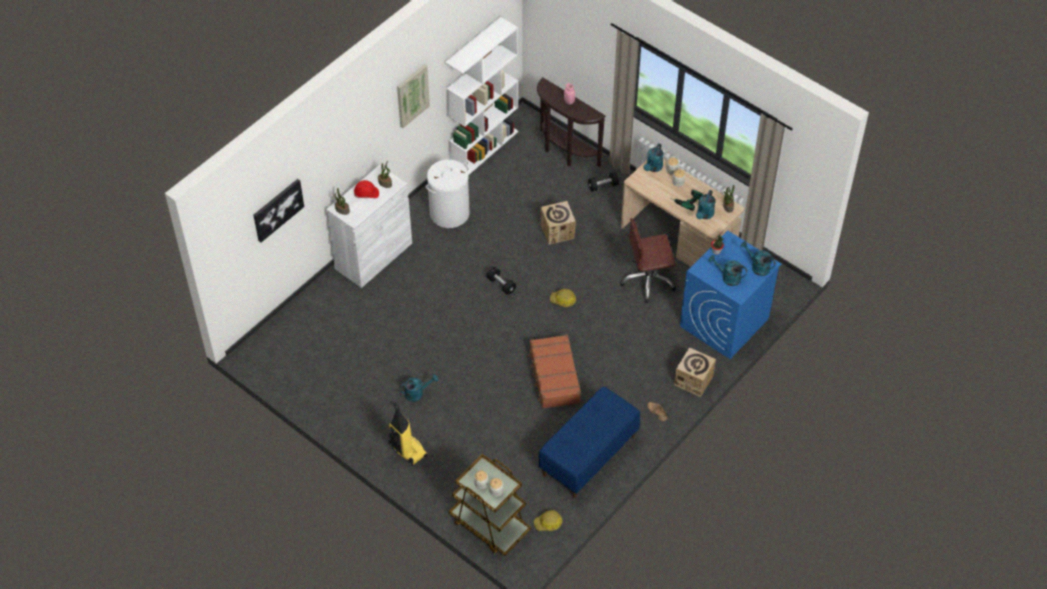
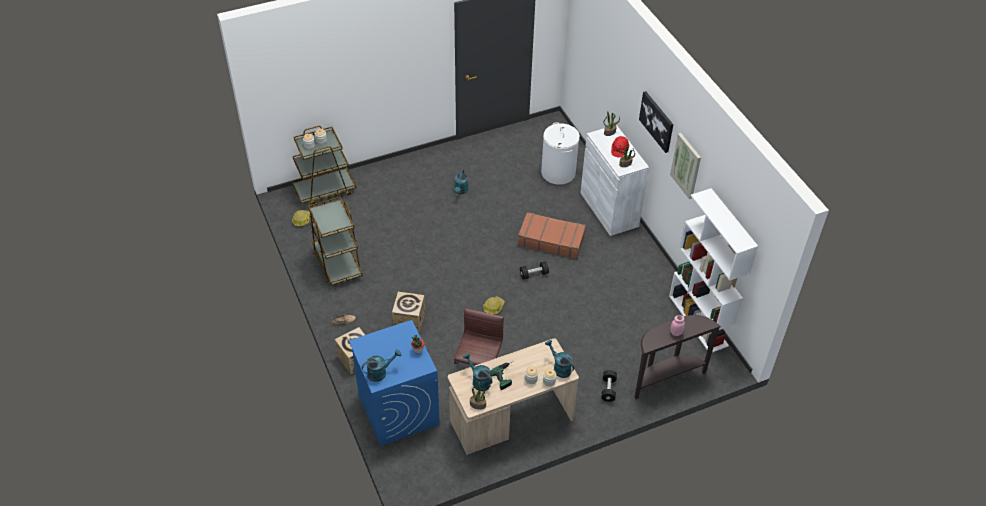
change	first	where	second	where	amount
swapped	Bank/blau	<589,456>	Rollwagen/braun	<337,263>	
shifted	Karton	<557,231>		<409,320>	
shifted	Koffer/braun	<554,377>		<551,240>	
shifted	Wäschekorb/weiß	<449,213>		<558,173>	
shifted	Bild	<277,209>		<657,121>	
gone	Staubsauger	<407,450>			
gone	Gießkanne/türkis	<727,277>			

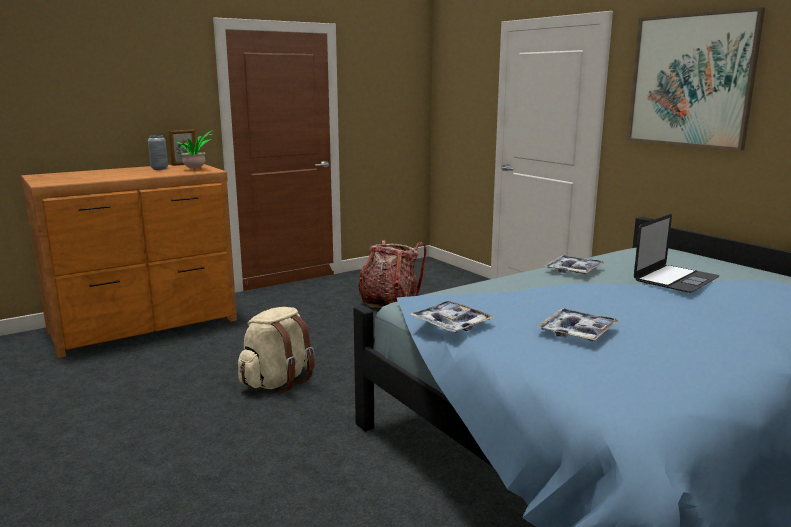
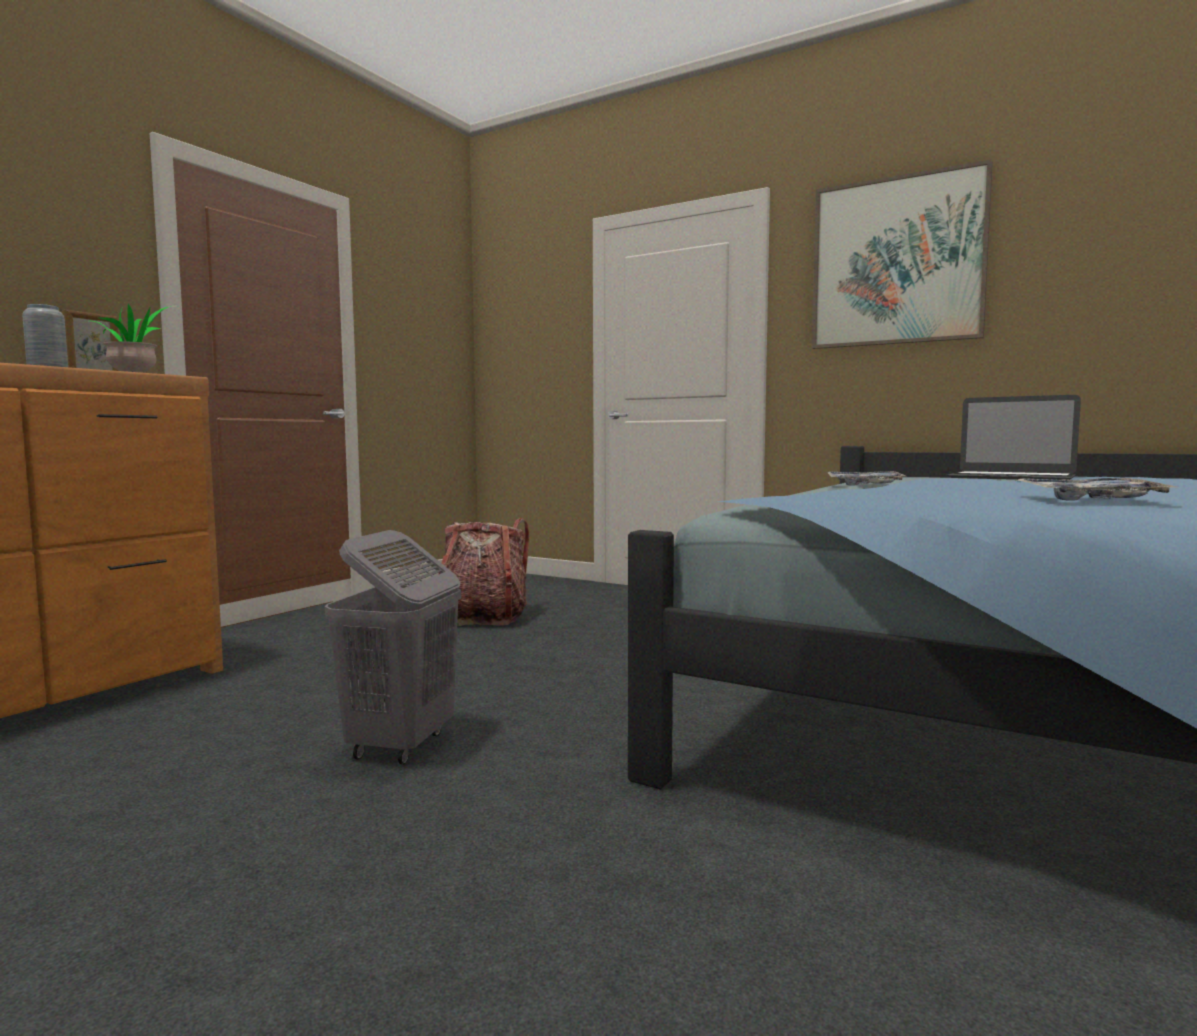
change	first	where	second	where	amount
swapped	Rucksack/beige	<278,382>	Wäschekorb/grau	<400,745>	
rotated	Laptop	<675,278>		<1011,477>	105 degrees clockwise
gone	Tablett	<451,324>			

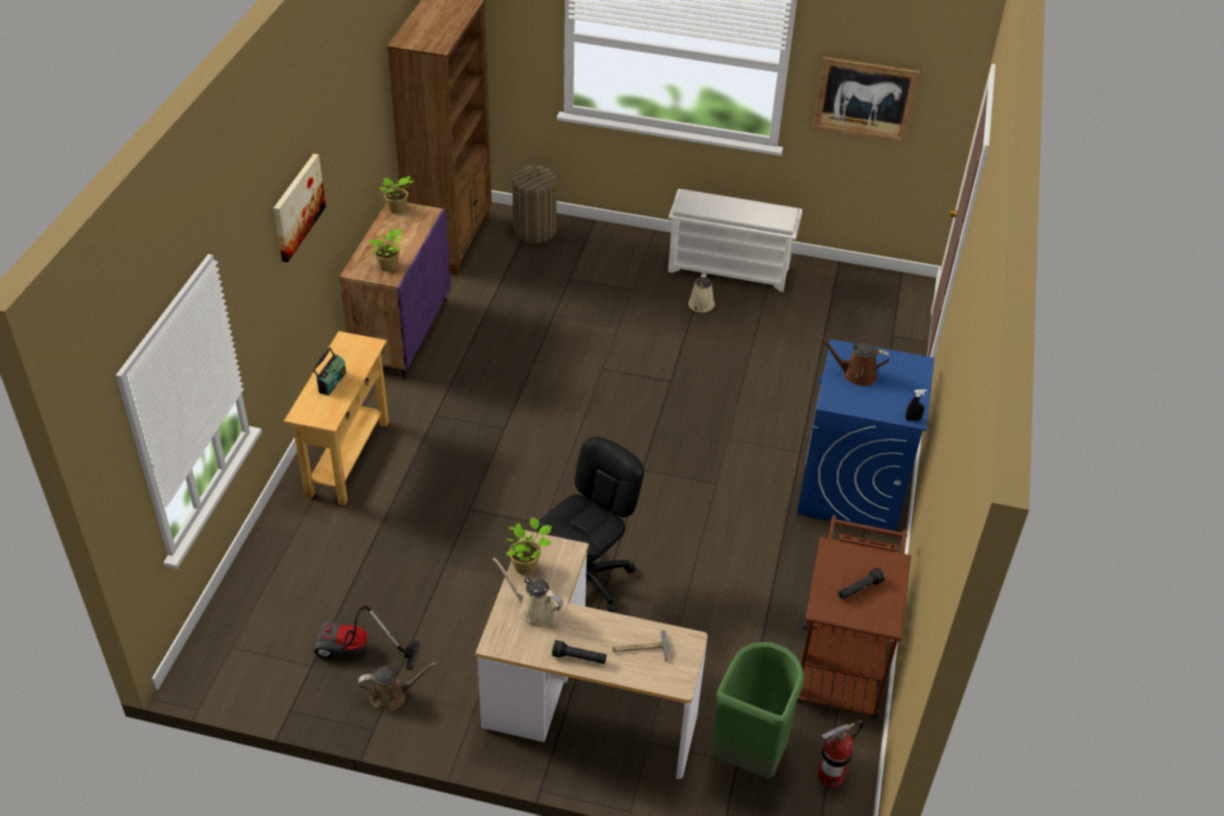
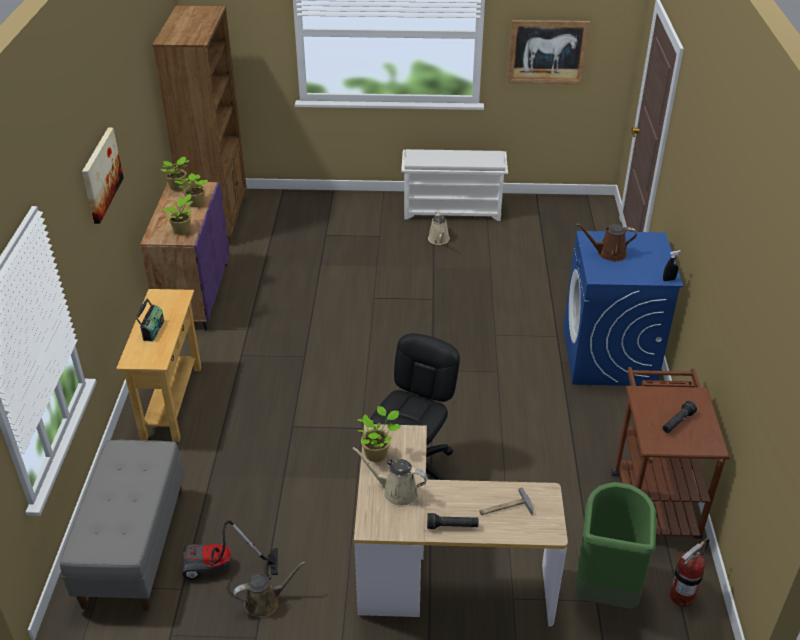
change	first	where	second	where	amount
new			Bank/grau	<133,545>	
new			Topfpflanze	<195,204>	
gone	Wäschekorb	<534,231>			

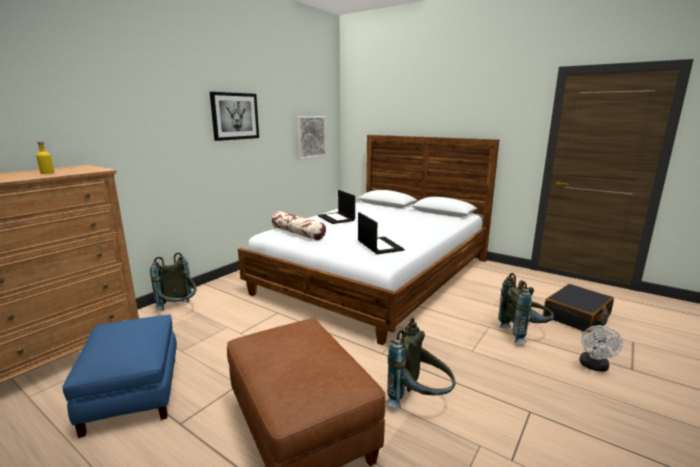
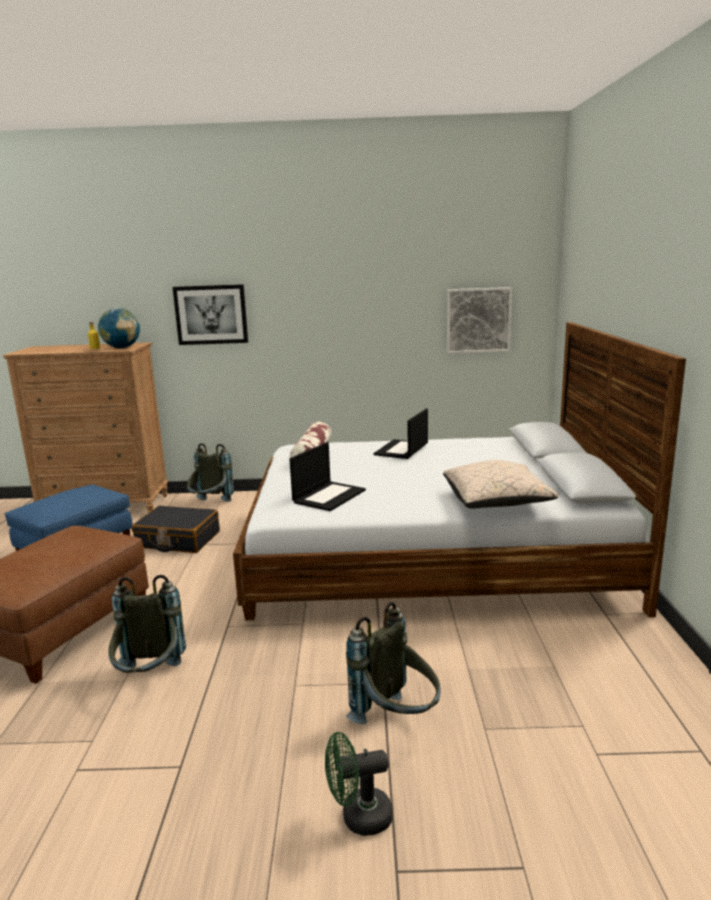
change	first	where	second	where	amount
new			Globus	<122,347>	
shifted	Koffer/schwarz	<577,316>		<178,540>	
shifted	Bild	<235,116>		<211,314>	
repainted	Ventilator/weiß	<594,367>	Ventilator/grün	<358,817>	
new			Kissen/beige	<496,501>	

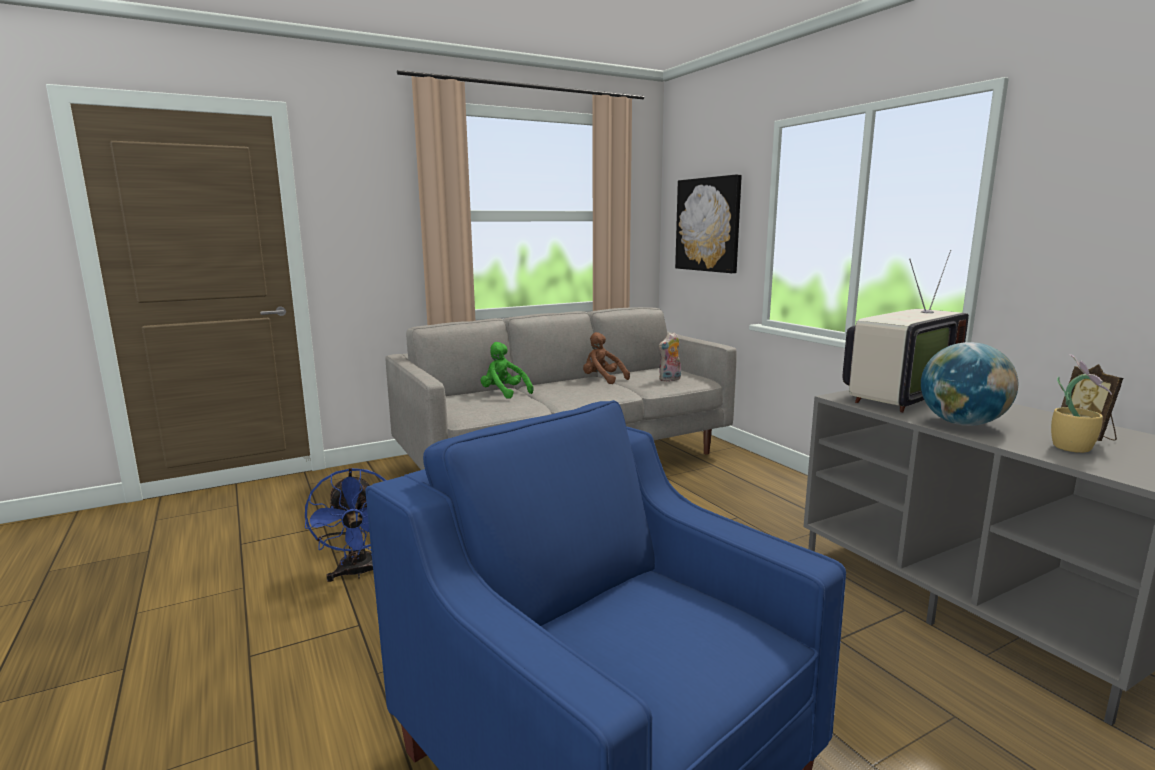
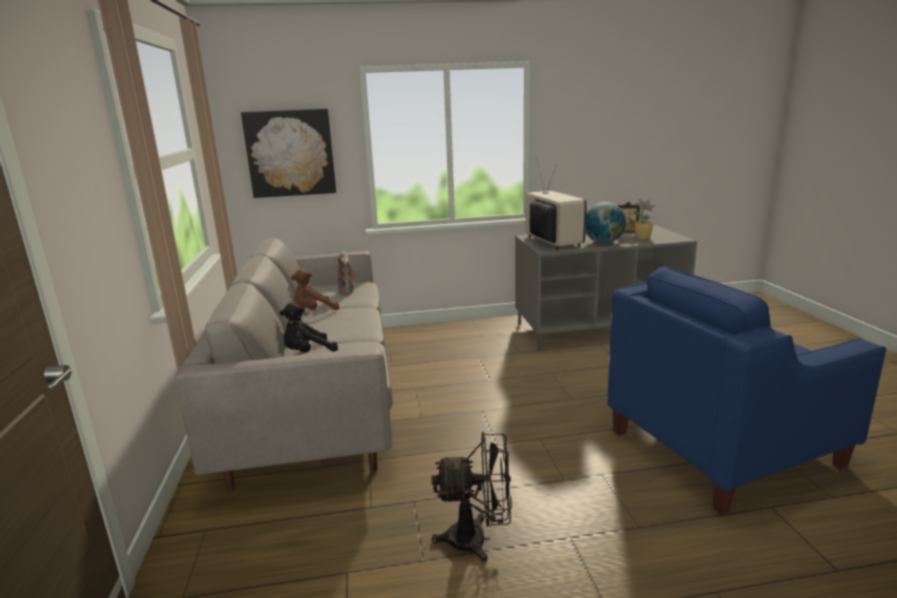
change	first	where	second	where	amount
repainted	Plüschtier/grün	<504,393>	Plüschtier/schwarz	<308,353>	
repainted	Ventilator/blau	<358,573>	Ventilator/schwarz	<478,539>	

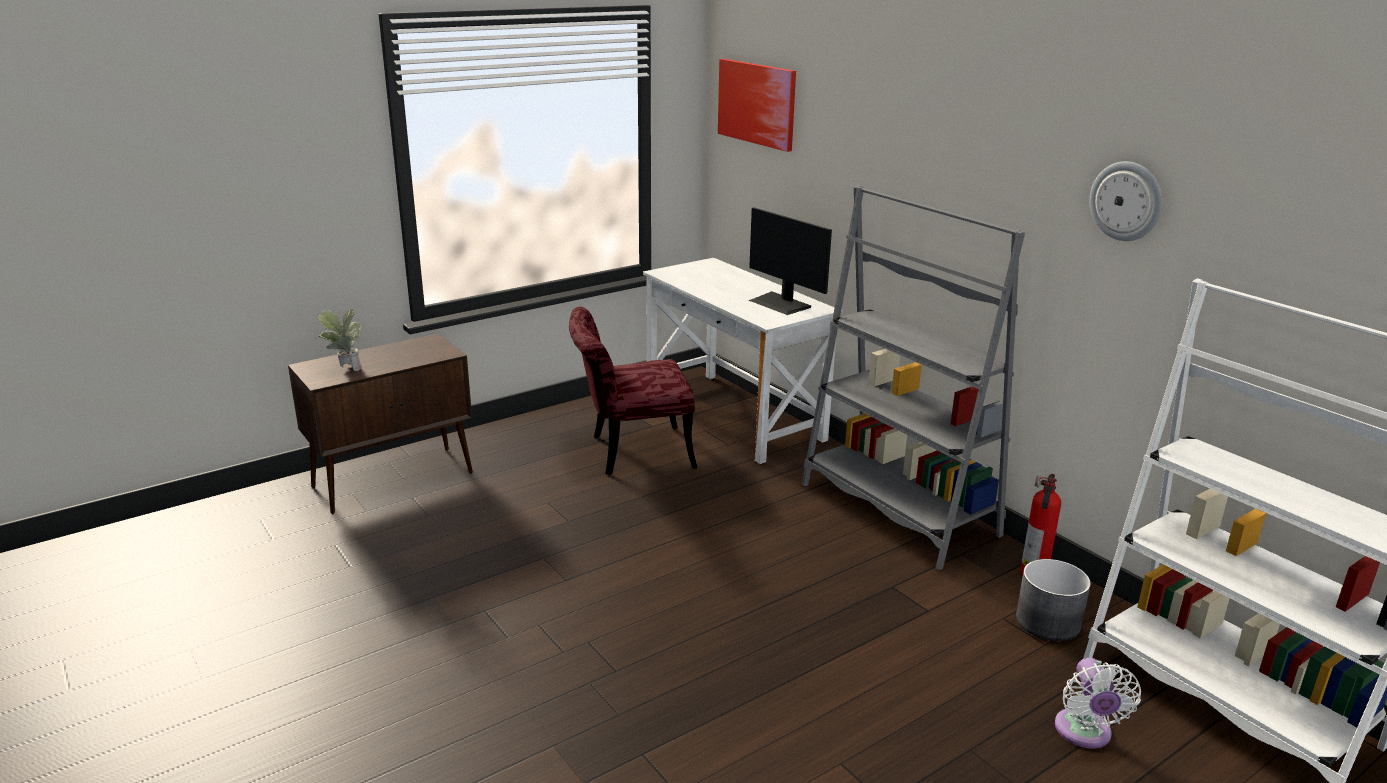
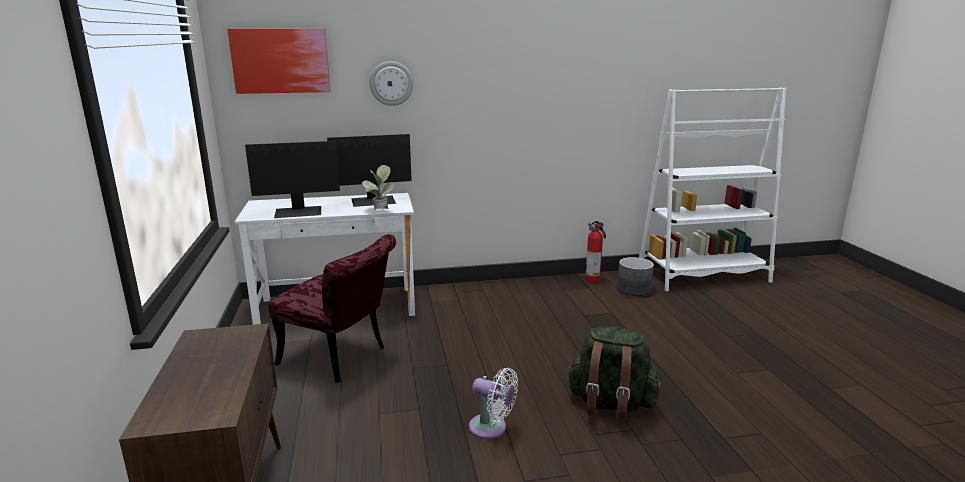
change	first	where	second	where	amount
new			Monitor	<298,212>	
rotated	Stuhl/rot	<630,452>		<341,358>	75 degrees counterclockwise
shifted	Topfpflanze	<345,369>		<379,211>	
shifted	Wanduhr	<1126,201>		<391,83>	
shifted	Ventilator/weiß	<1084,733>		<491,428>	
new			Rucksack/grün	<610,404>	
gone	Bücherregal/grau	<898,510>			

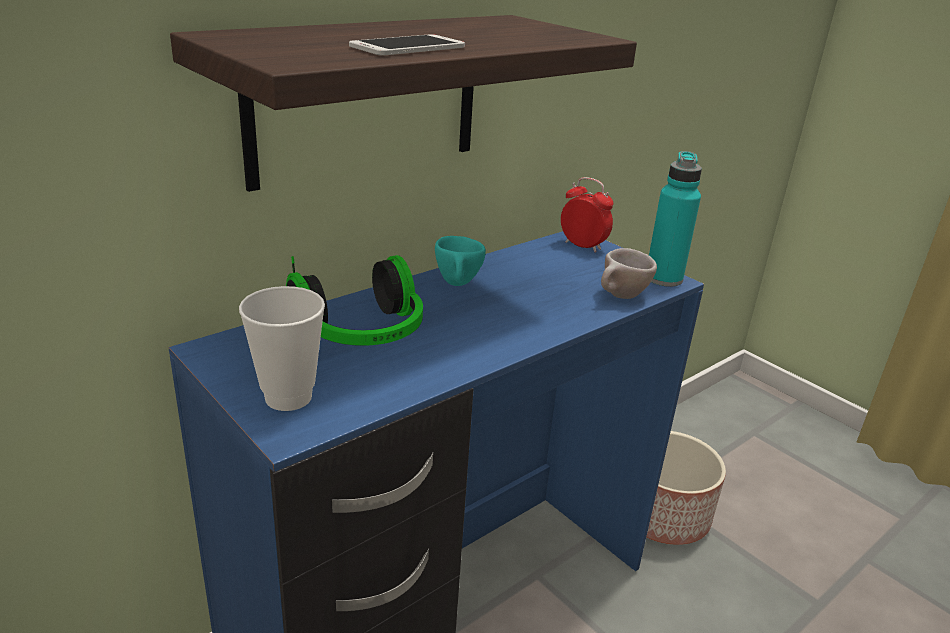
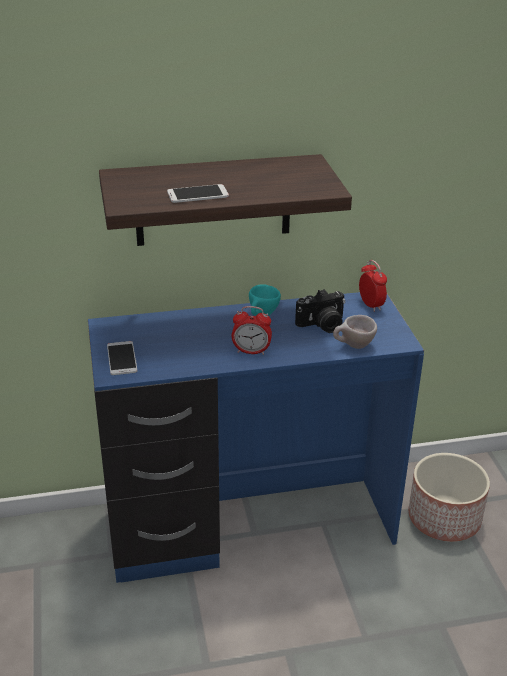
change	first	where	second	where	amount
swapped	Tasse	<288,397>	Handy	<122,358>	
new			Wecker	<251,351>	
new			Kamera	<322,325>	
gone	Kopfhörer	<362,336>			
gone	Flasche/türkis	<663,278>			

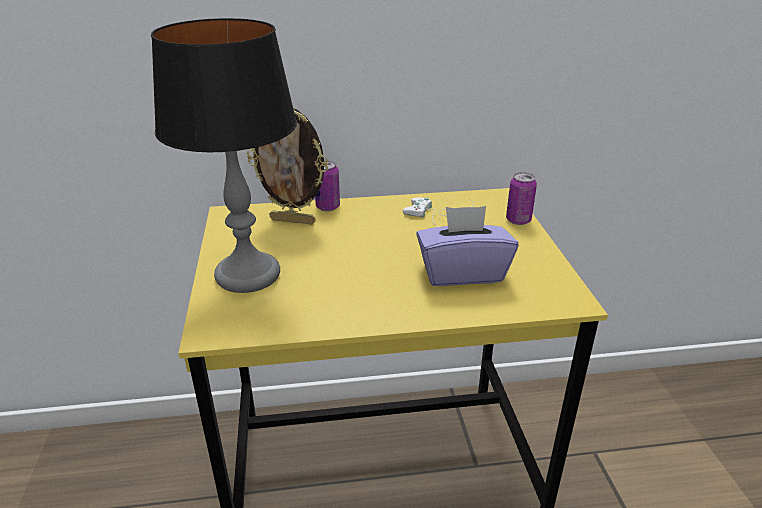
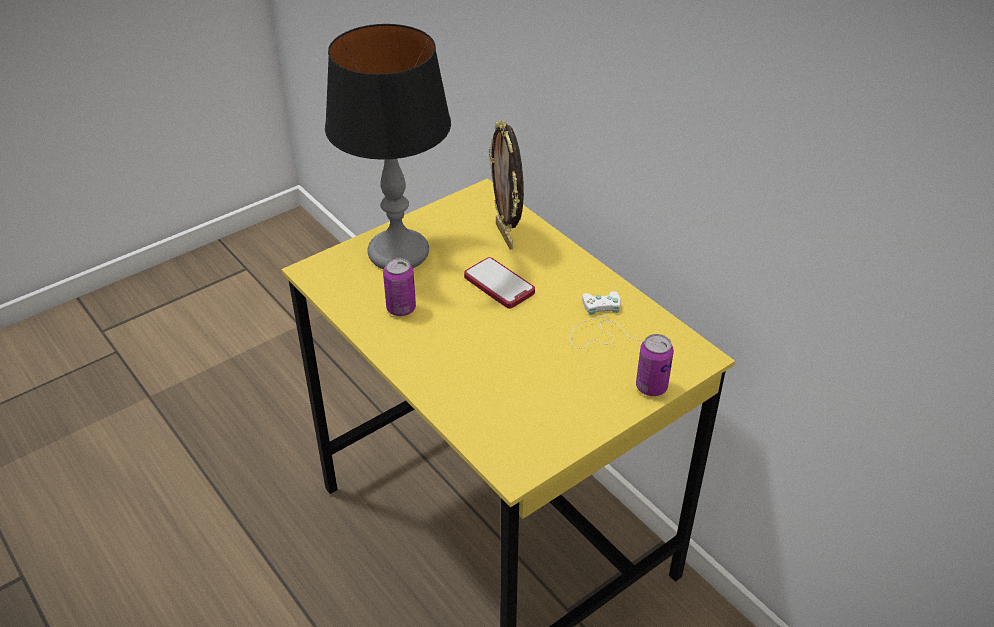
change	first	where	second	where	amount
shifted	Dose	<327,207>		<401,308>	
new			Handy	<499,284>	
gone	Taschentuchbox/lila	<462,272>			

